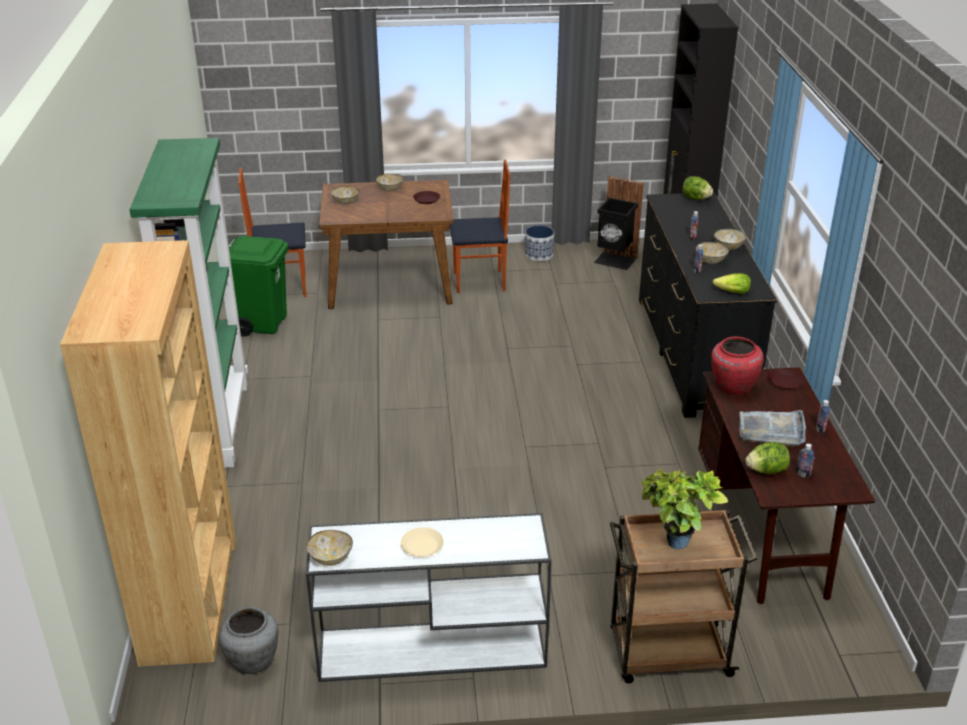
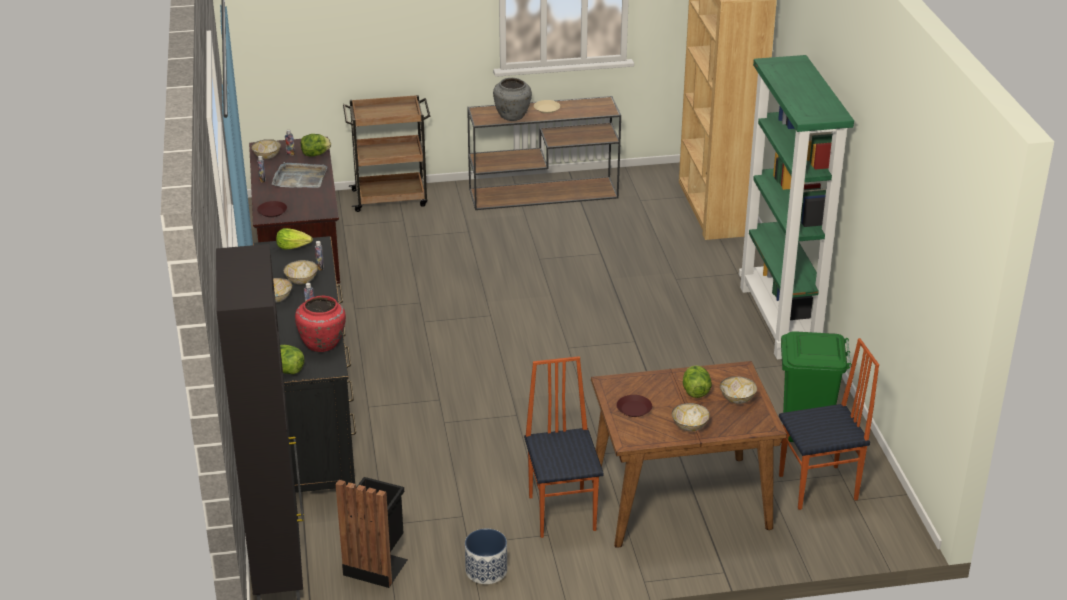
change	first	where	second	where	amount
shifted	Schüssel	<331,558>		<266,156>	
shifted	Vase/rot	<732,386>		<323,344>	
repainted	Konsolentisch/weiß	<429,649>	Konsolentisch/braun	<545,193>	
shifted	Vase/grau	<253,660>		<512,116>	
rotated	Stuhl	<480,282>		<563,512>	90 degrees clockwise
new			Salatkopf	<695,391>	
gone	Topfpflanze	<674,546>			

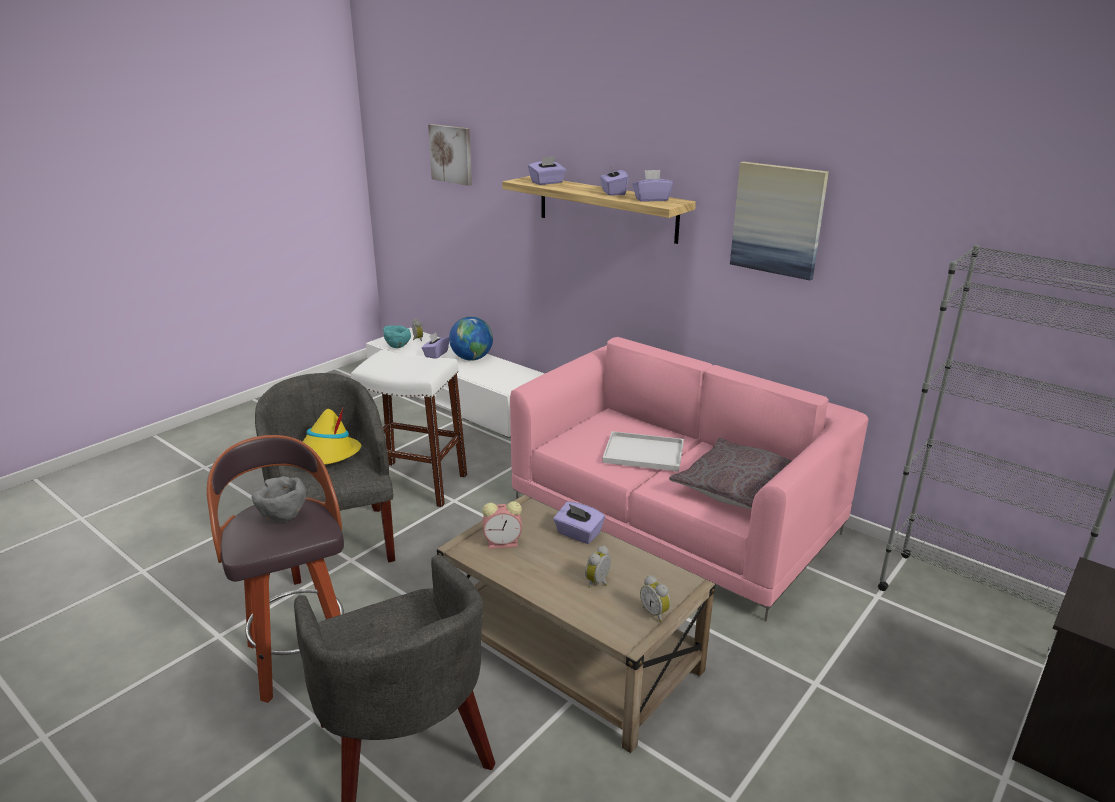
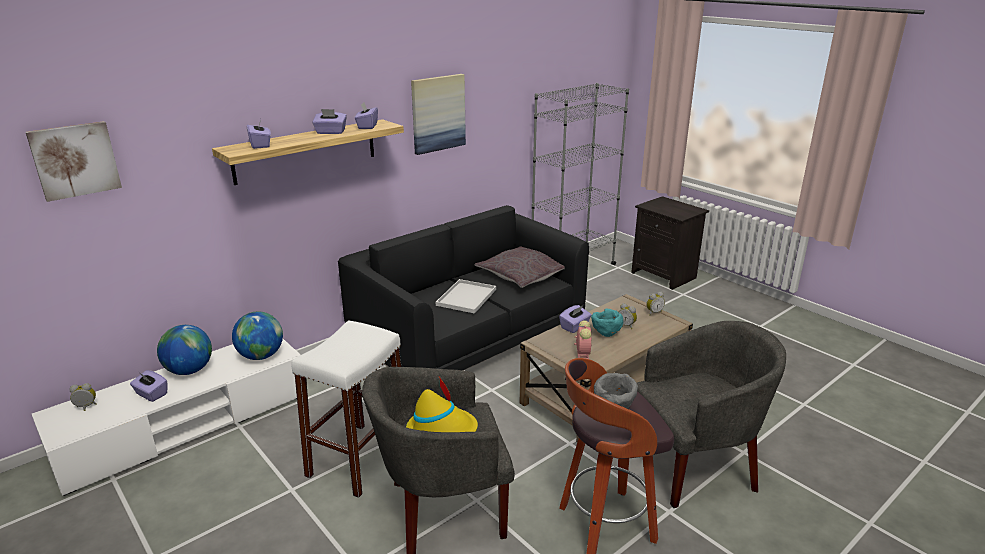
change	first	where	second	where	amount
new			Globus	<261,356>	
repainted	Sofa/rosa	<675,517>	Sofa/schwarz	<468,334>	
shifted	Schüssel/türkis	<397,346>		<605,334>	

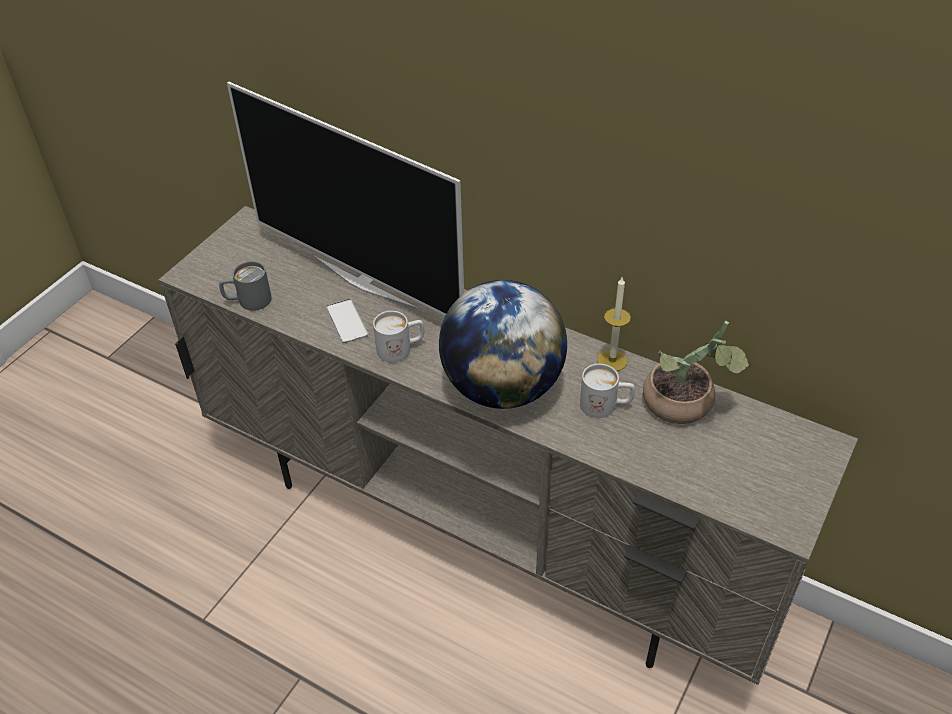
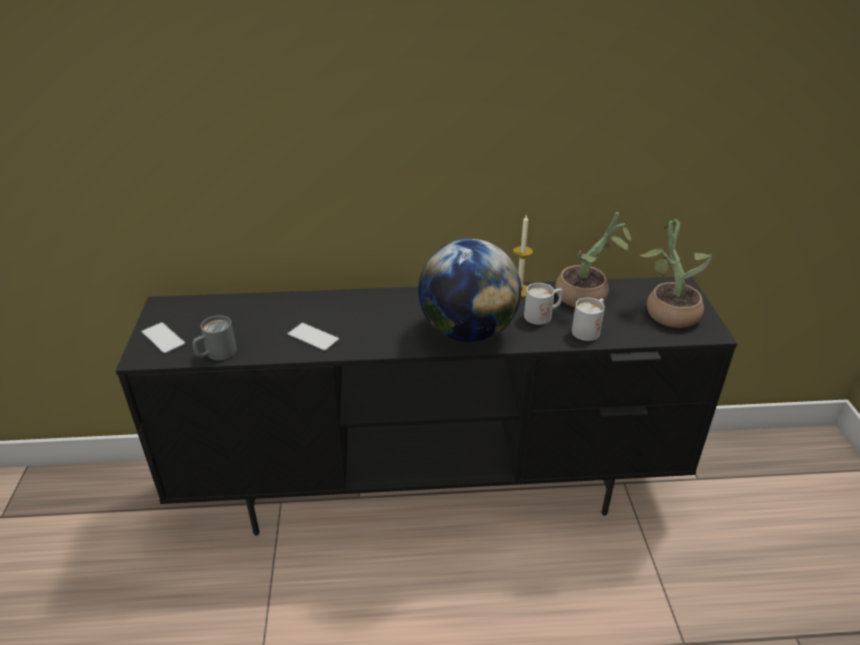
change	first	where	second	where	amount
repainted	Fernsehschrank/beige	<485,531>	Fernsehschrank/schwarz	<432,488>	
new			Handy	<163,338>	
shifted	Henkelbecher/weiß	<401,349>		<589,329>	
new			Topfpflanze	<666,311>	
gone	Fernseher	<365,281>			

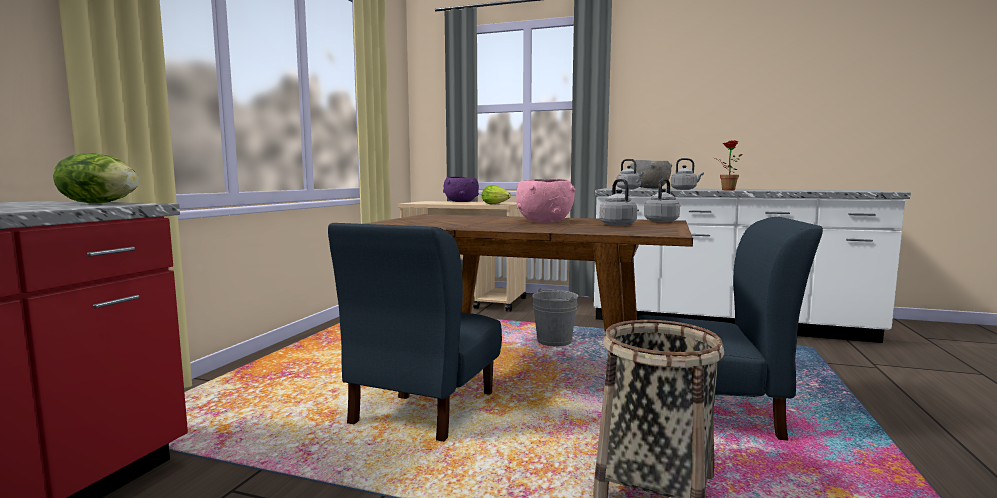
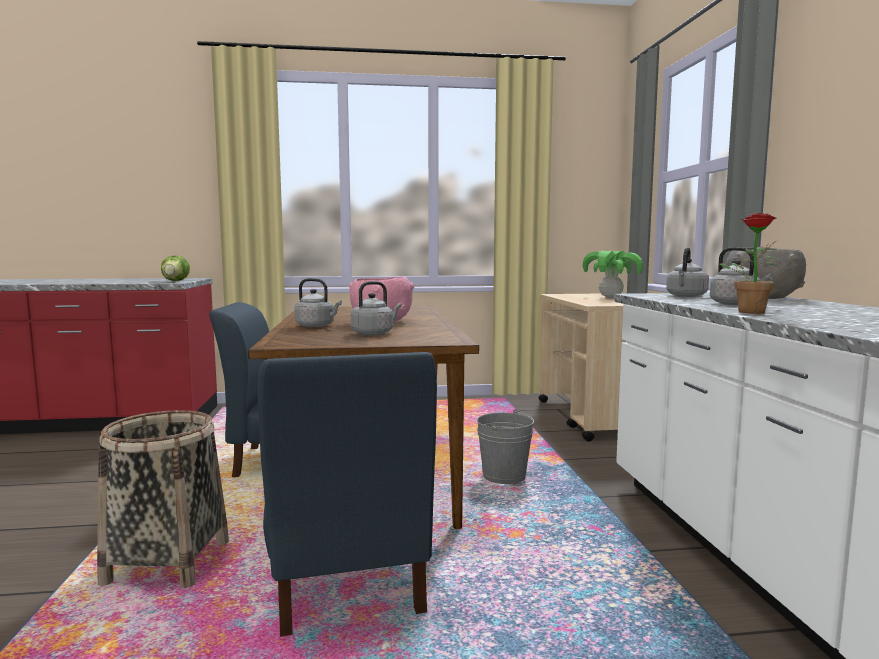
change	first	where	second	where	amount
shifted	Wasserkessel/grau	<662,221>		<317,326>	
swapped	Schüssel/lila	<461,201>	Topfpflanze	<611,297>	
gone	Salatkopf	<496,204>			

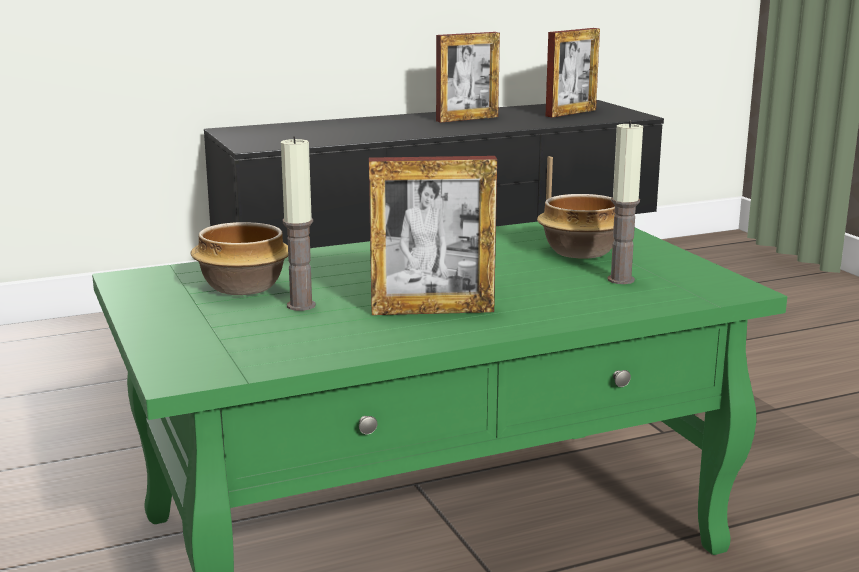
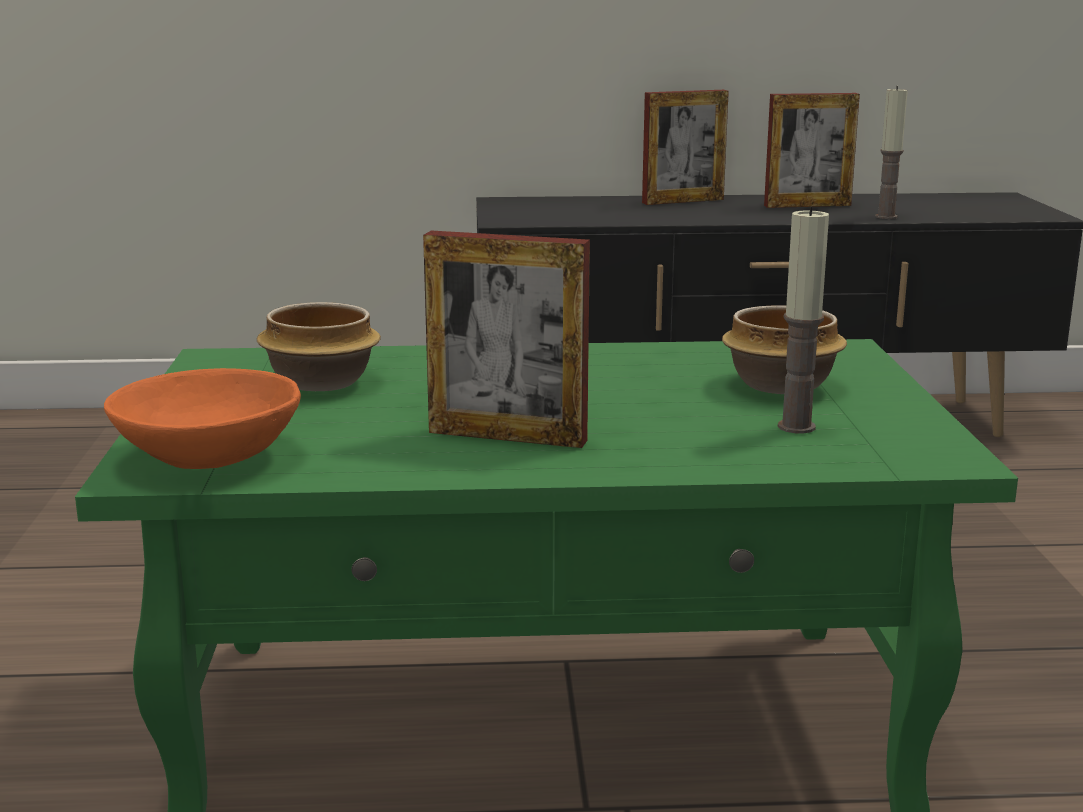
change	first	where	second	where	amount
new			Schüssel/orange	<208,458>	
shifted	Bilderrahmen	<571,113>		<683,201>	
shifted	Kerze	<301,305>		<886,217>	

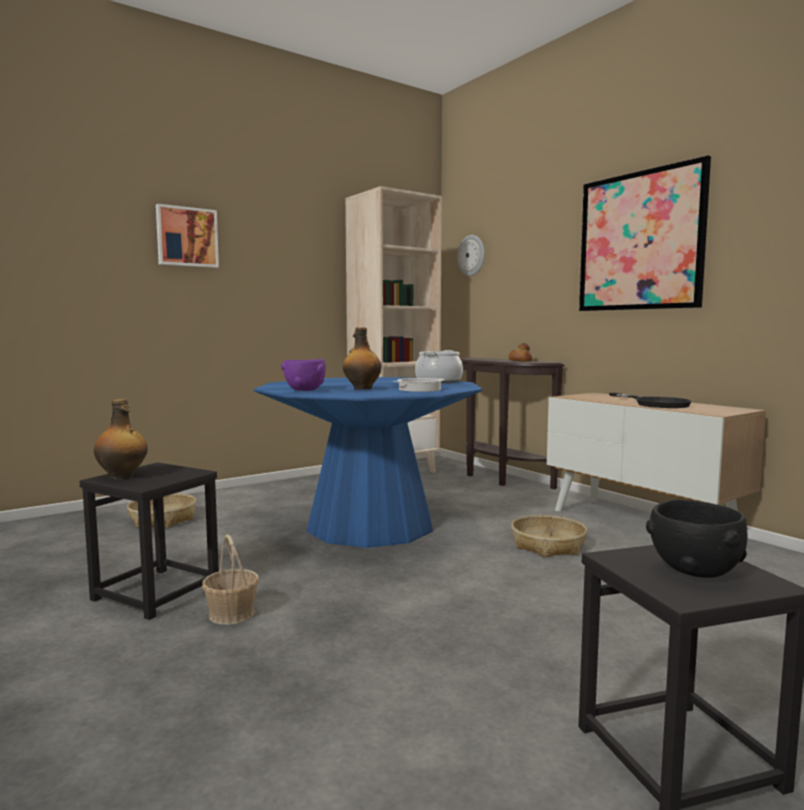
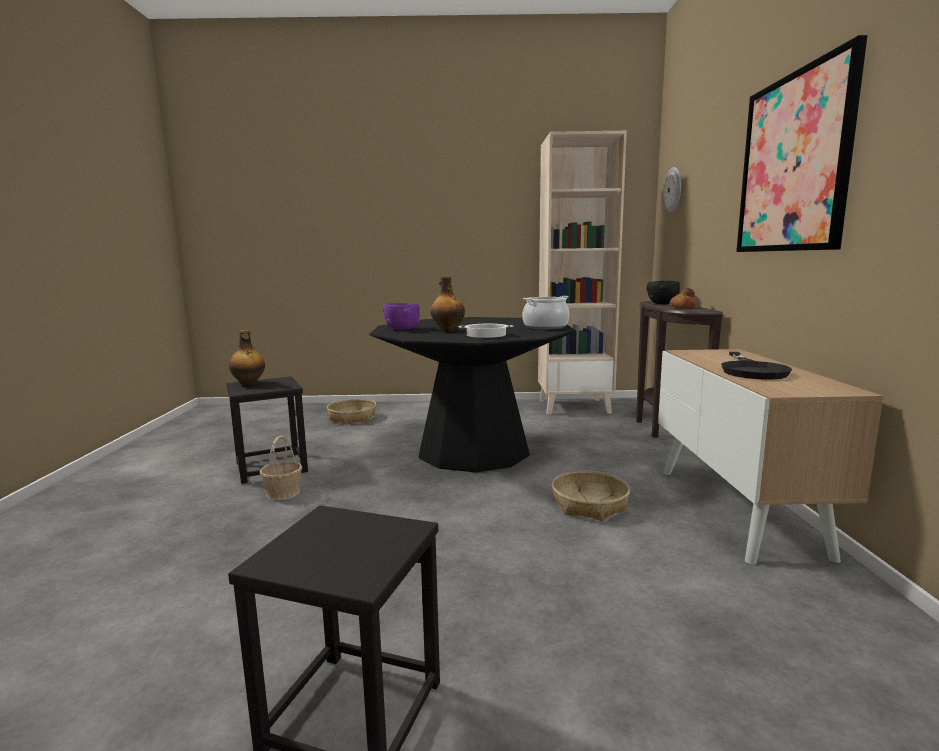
change	first	where	second	where	amount
repainted	Esstisch/blau	<370,524>	Esstisch/schwarz	<473,450>	
shifted	Schüssel/schwarz	<694,571>		<662,304>	
gone	Bild	<187,237>			

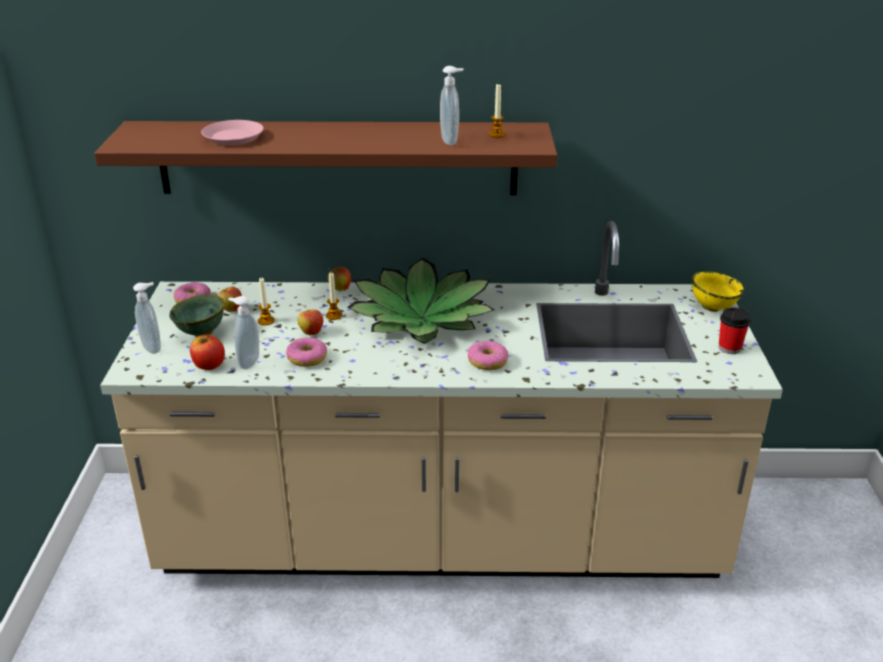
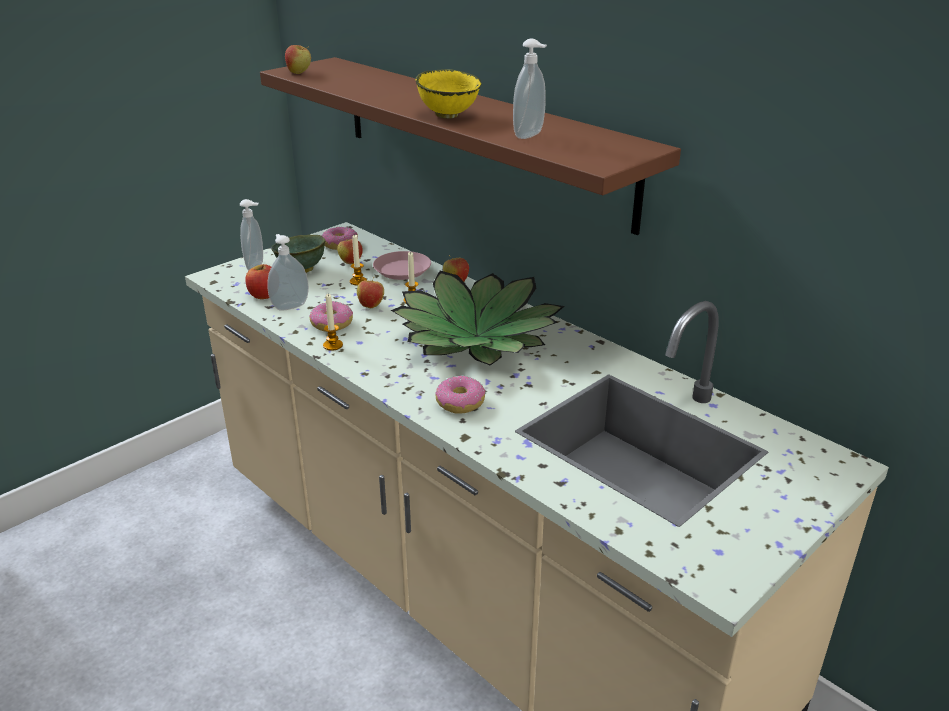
change	first	where	second	where	amount
new			Apfel	<299,73>	
shifted	Kerze	<496,134>		<333,345>	
shifted	Teller/rosa	<233,137>		<402,270>	
shifted	Schüssel/gelb	<712,307>		<449,115>	
gone	Tasse	<729,348>			

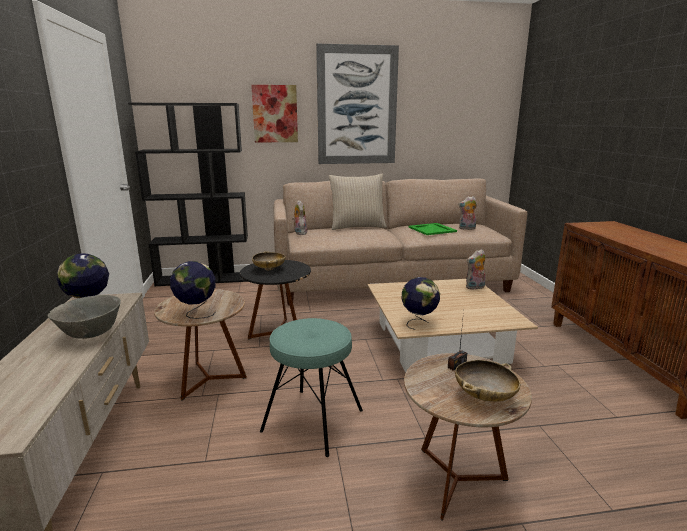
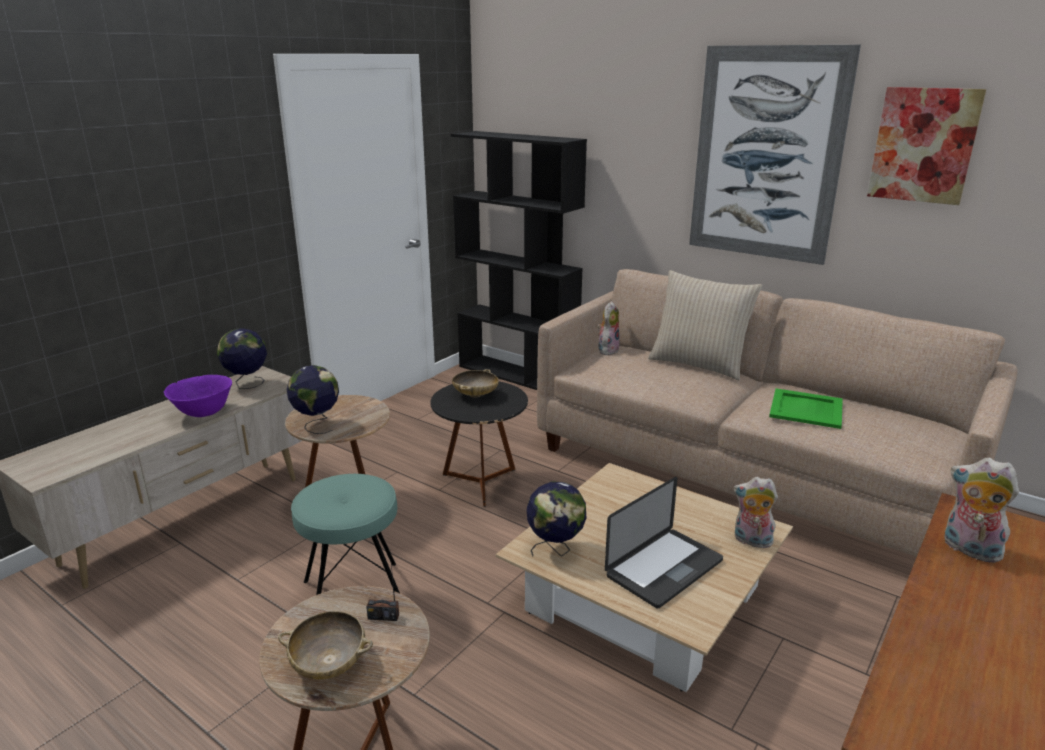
change	first	where	second	where	amount
repainted	Schüssel/grau	<91,334>	Schüssel/lila	<203,413>	
new			Laptop	<664,568>	
shifted	Bild	<275,114>		<923,145>	
shifted	Plüschtier	<467,228>		<968,550>	

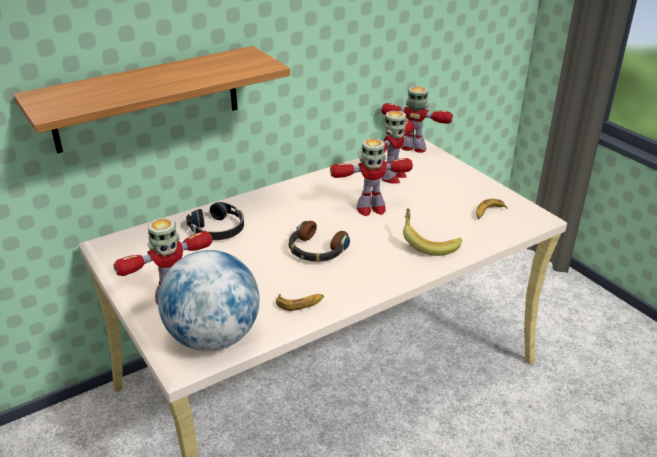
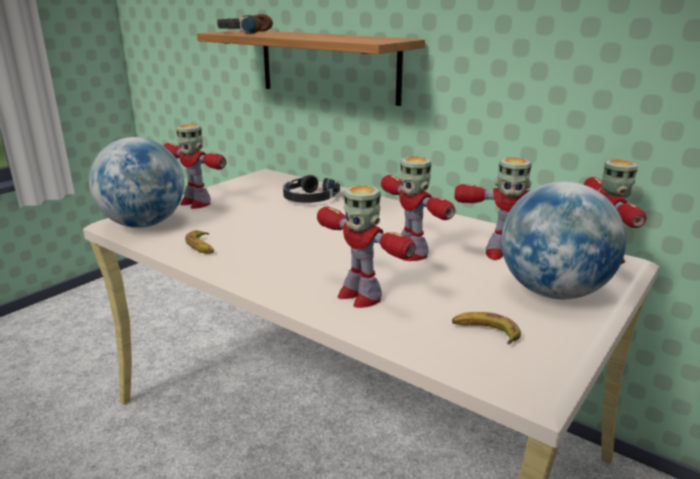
change	first	where	second	where	amount
shifted	Kopfhörer	<316,250>		<243,32>	
swapped	Banane	<428,243>	Spielzeugroboter	<359,296>	
new			Globus	<553,292>	

